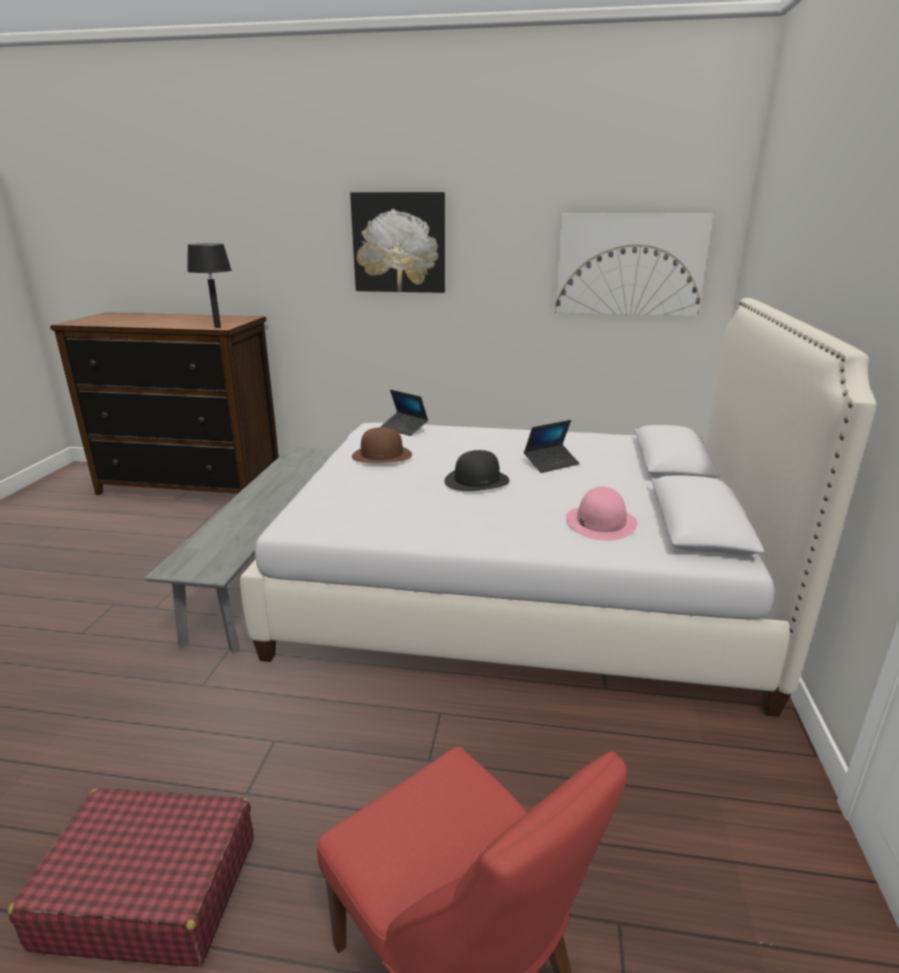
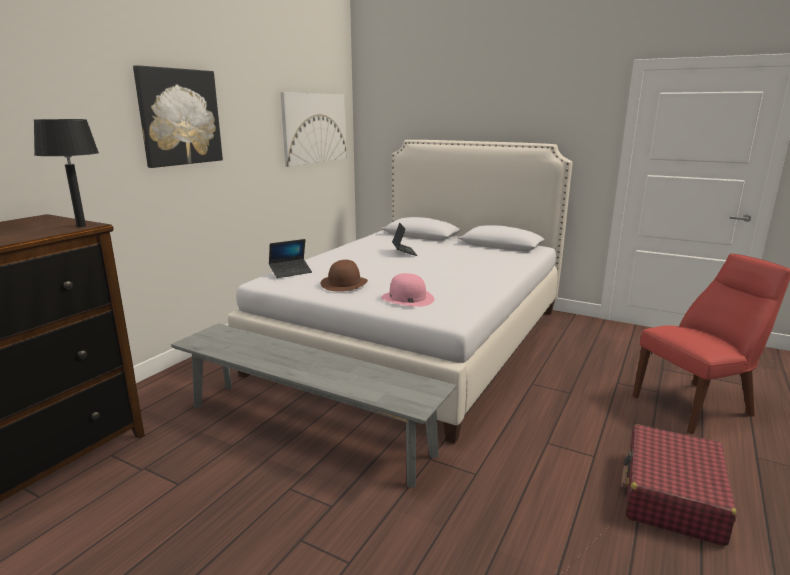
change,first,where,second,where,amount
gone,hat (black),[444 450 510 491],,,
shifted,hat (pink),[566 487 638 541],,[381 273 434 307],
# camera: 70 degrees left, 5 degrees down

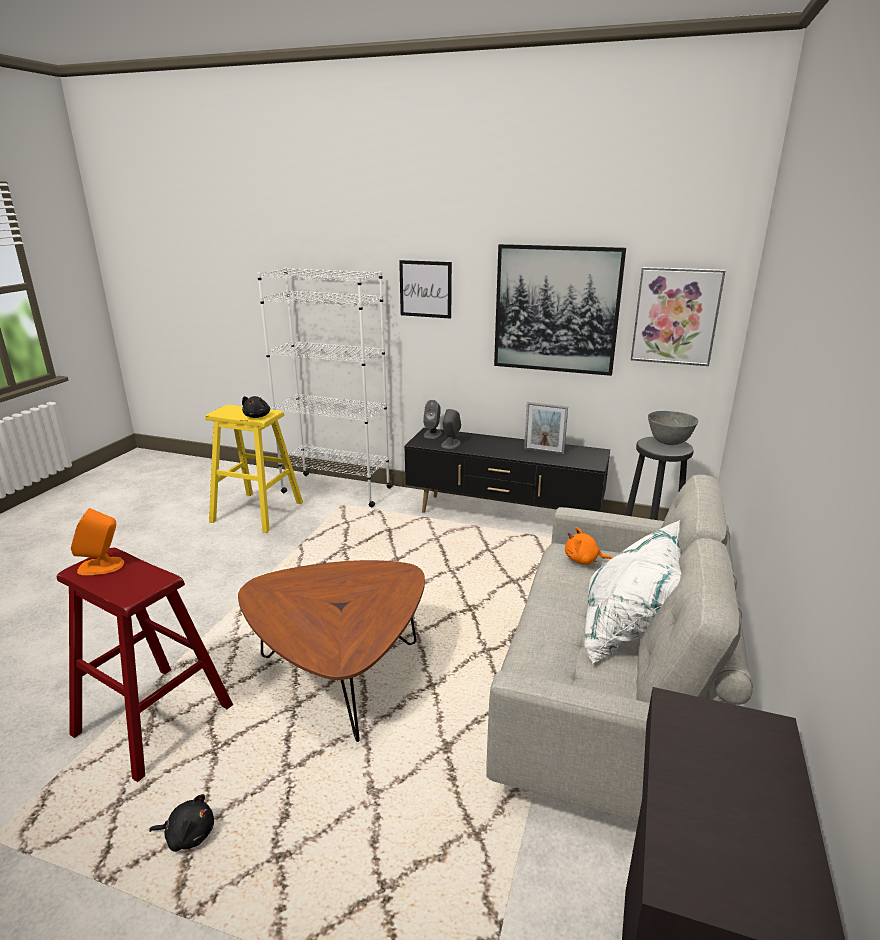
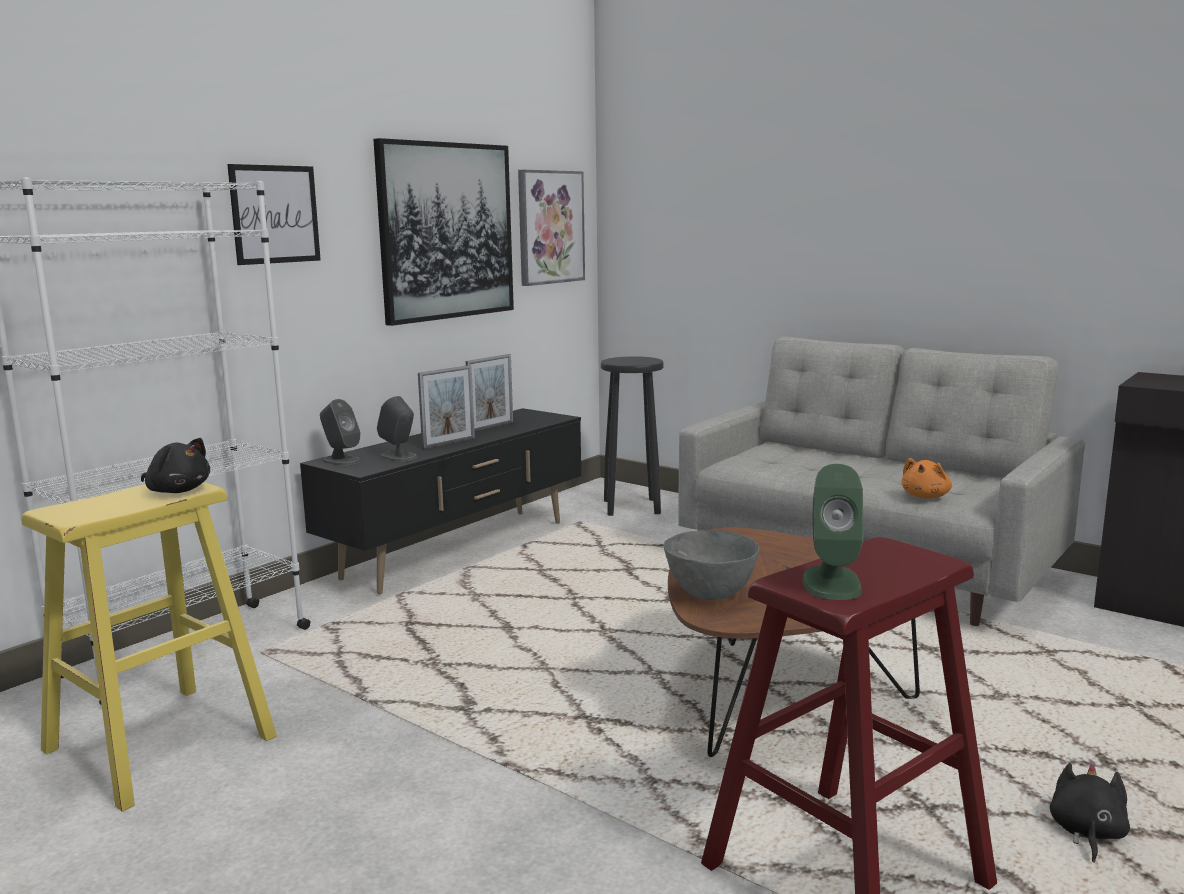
change,first,where,second,where,amount
repainted,speaker (orange),[71 508 124 575],speaker (green),[802 464 863 600],
shifted,plush toy (orange),[565 527 612 565],,[902 458 952 498],
gone,pillow (white),[584 520 681 663],,,
shifted,bowl (grey),[648 411 698 445],,[664 530 759 600],
new,,,picture frame,[418 365 475 449],
# camera: 70 degrees left, 10 degrees down

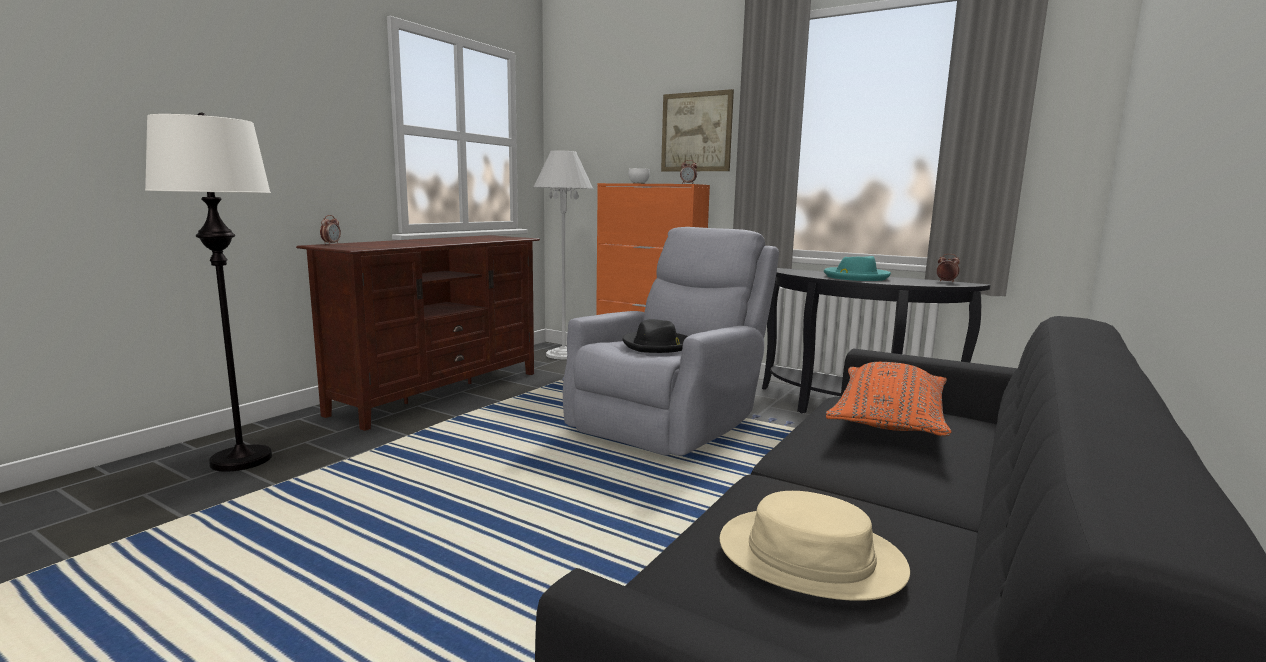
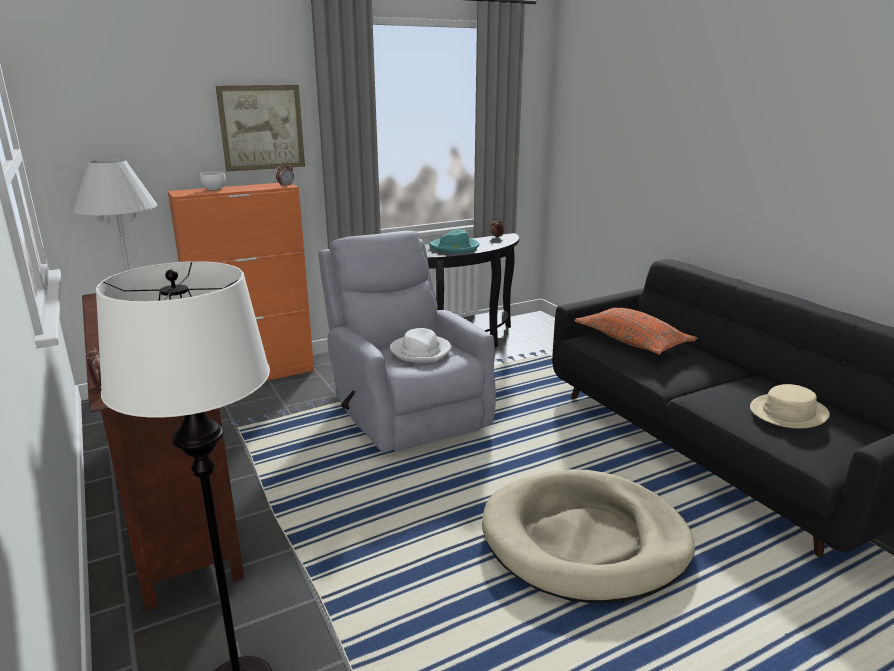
change,first,where,second,where,amount
repainted,hat (black),[623 319 688 353],hat (white),[390 328 451 363],
new,,,dog bed (beige),[482 469 695 603],
# camera: 60 degrees left, 10 degrees up

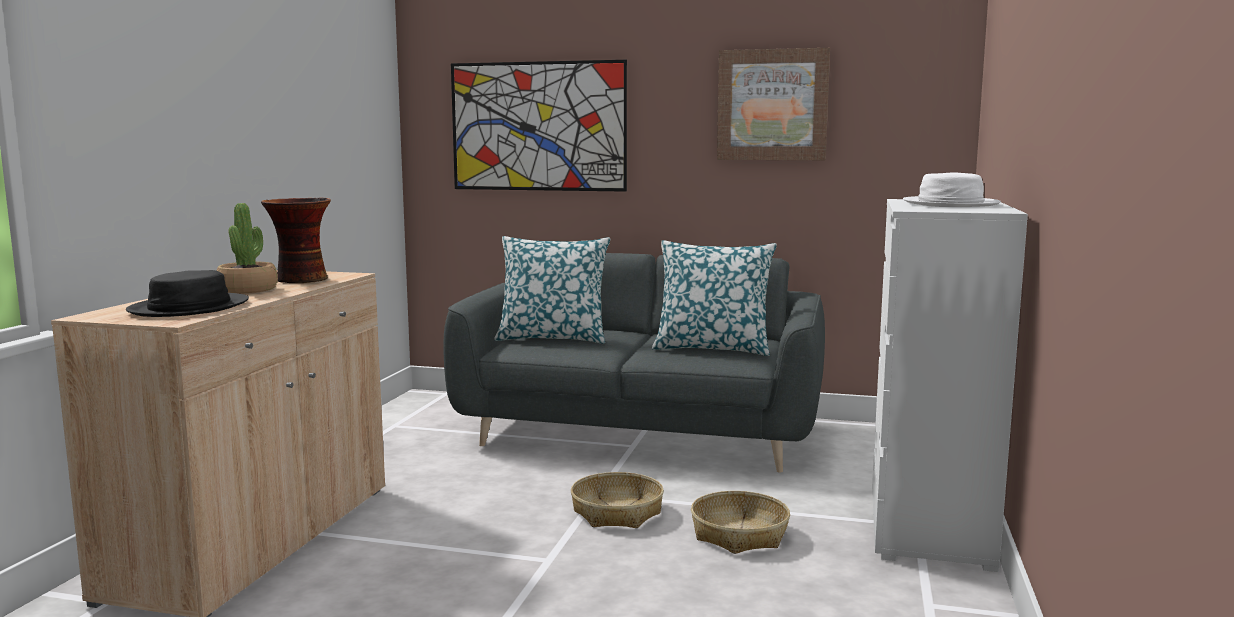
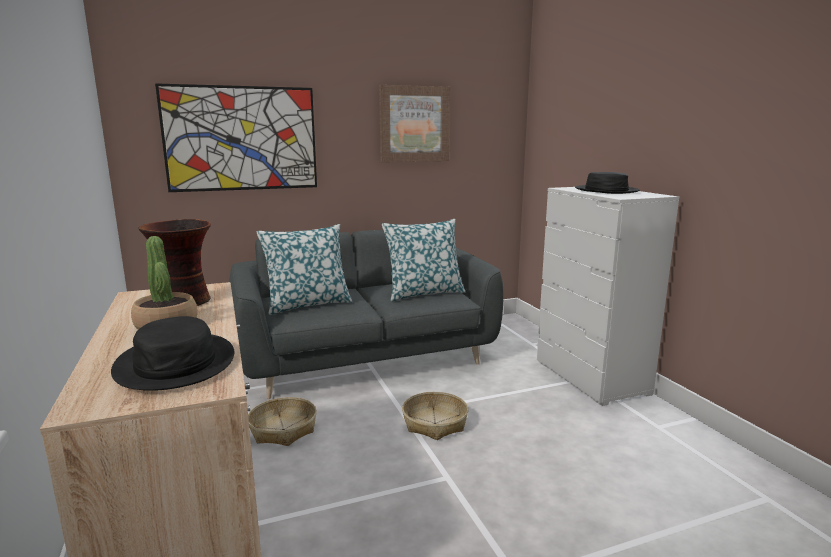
change,first,where,second,where,amount
shifted,basket,[691 491 790 554],,[248 397 317 446],
repainted,hat (white),[903 173 1001 207],hat (black),[575 172 640 194],
# camera: 35 degrees left, 5 degrees up

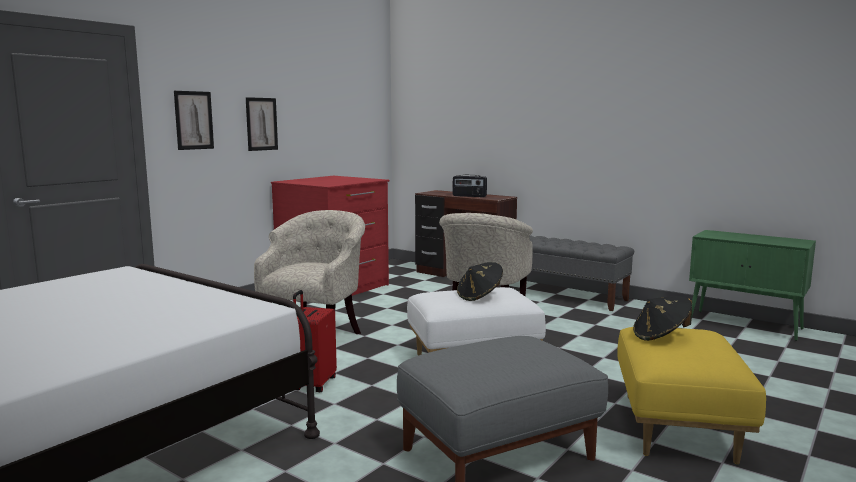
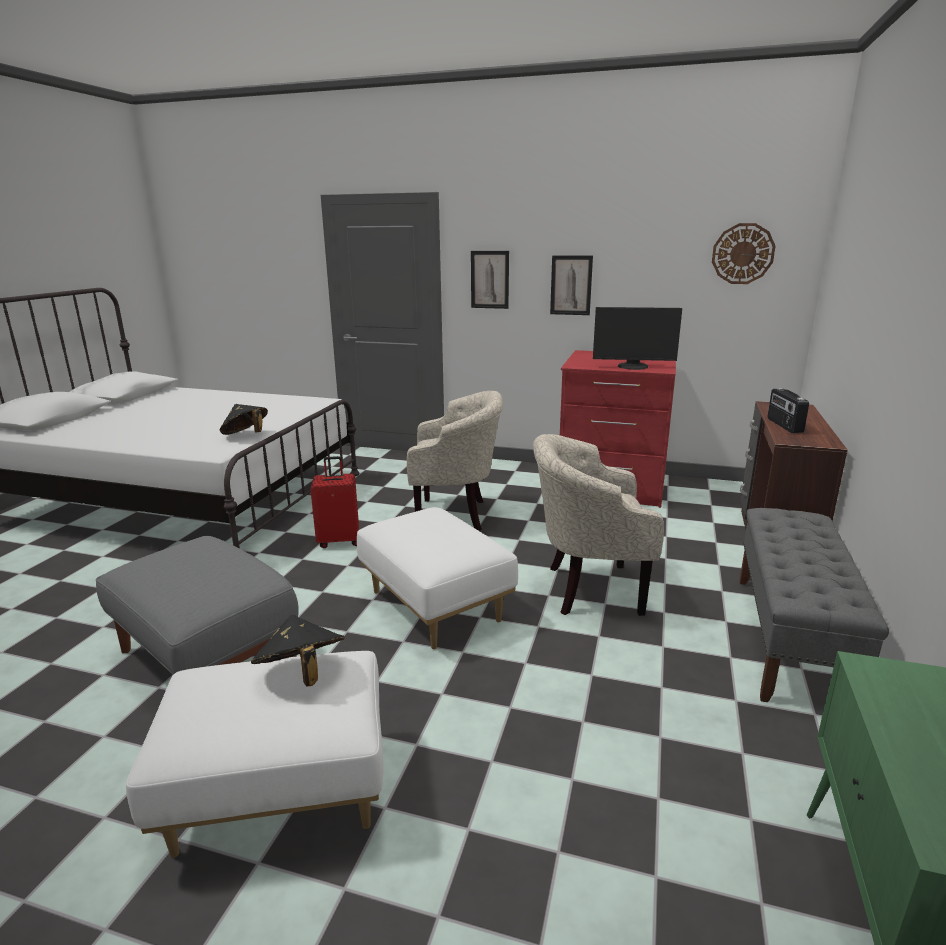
change,first,where,second,where,amount
shifted,hat (black),[457 262 503 301],,[220 404 268 435],
repainted,ottoman (yellow),[617 327 766 464],ottoman (white),[126 651 383 858],
new,,,monitor,[593 307 682 370],
new,,,wall clock,[712 223 776 284],
# camera: 70 degrees right, 10 degrees up

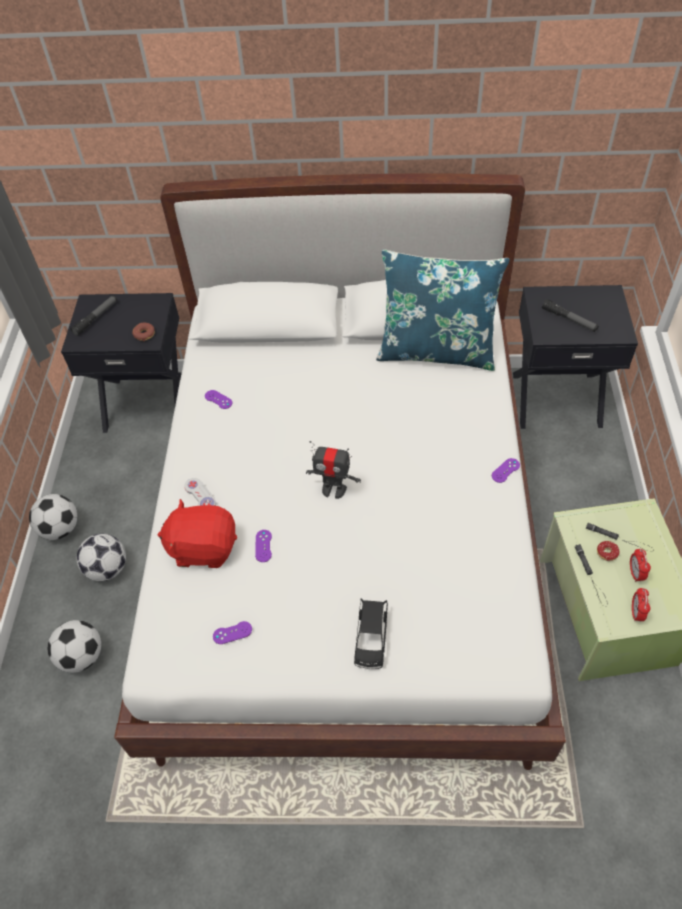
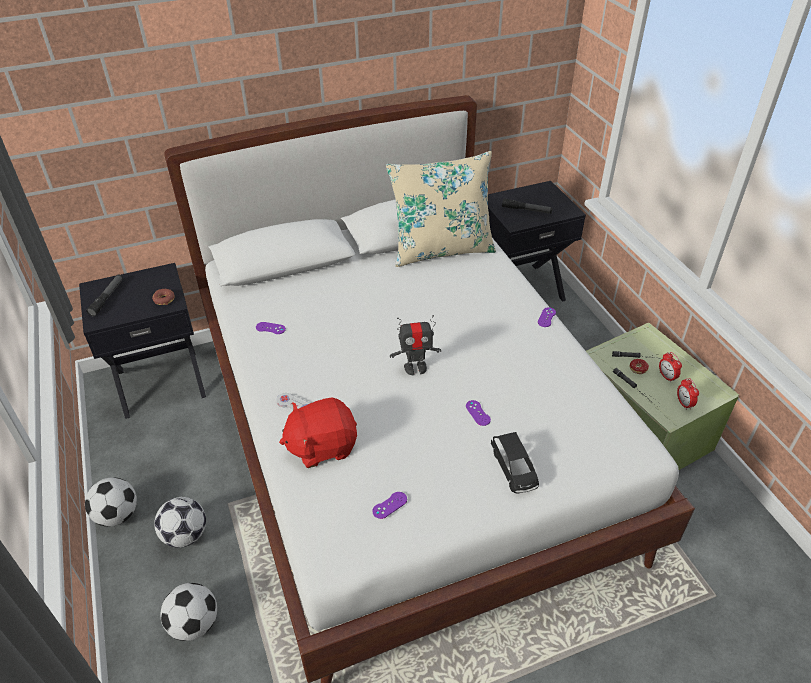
change,first,where,second,where,amount
shifted,game controller (purple),[255 530 272 562],,[466 400 491 426],
repainted,pillow (blue),[376 249 510 371],pillow (beige),[386 151 496 267],
# camera: 25 degrees left, 10 degrees down

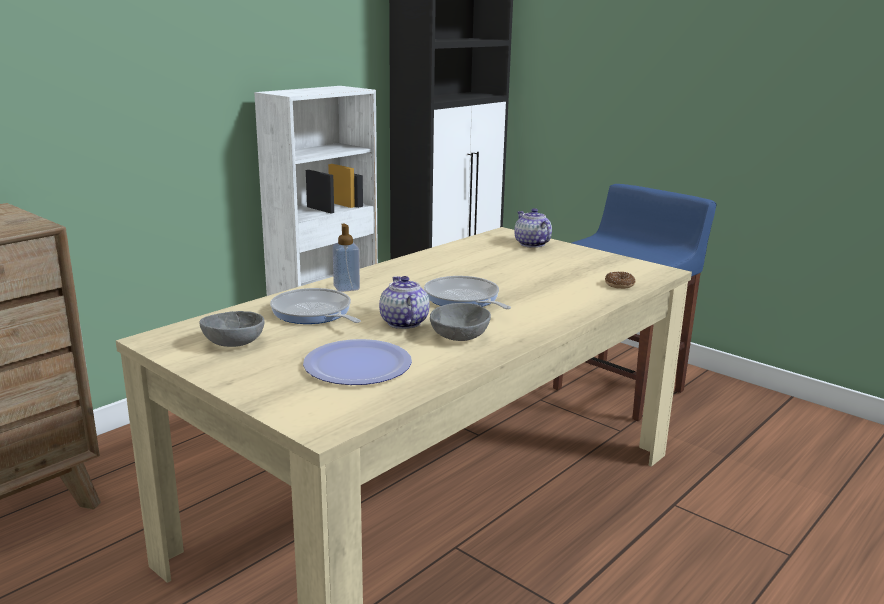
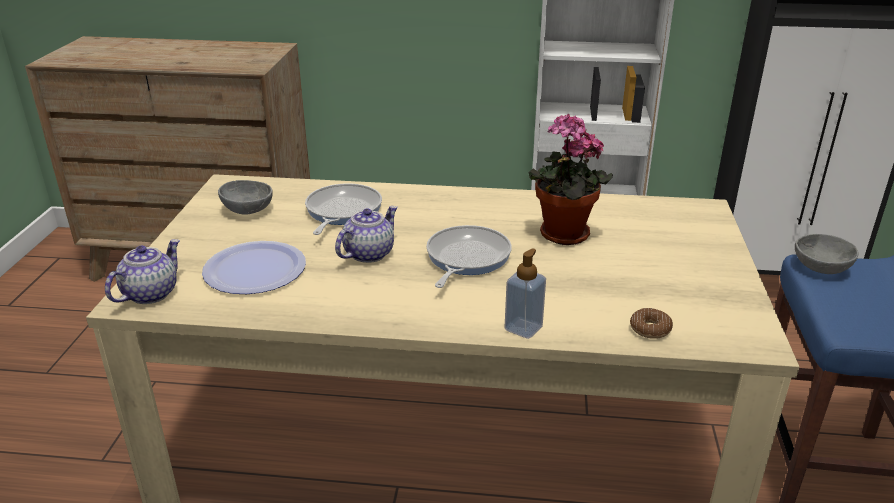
change,first,where,second,where,amount
shifted,soap dispenser,[332 224 360 292],,[504 248 546 339],
shifted,bowl (grey),[430 303 491 341],,[795 234 858 274],
shifted,teapot,[514 208 552 248],,[105 239 180 304],
new,,,potted plant,[529 114 613 245],
# camera: 55 degrees right, 10 degrees up

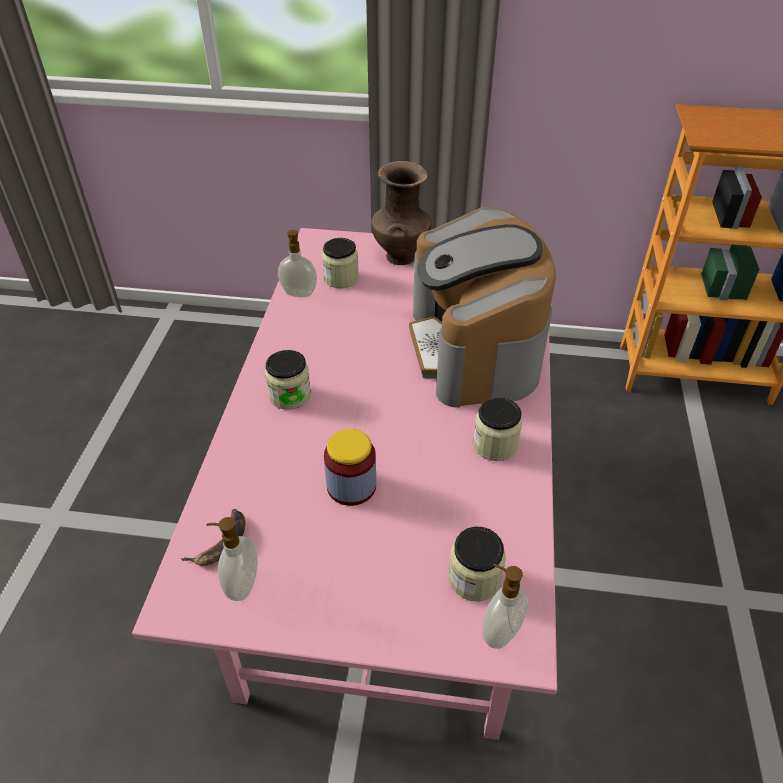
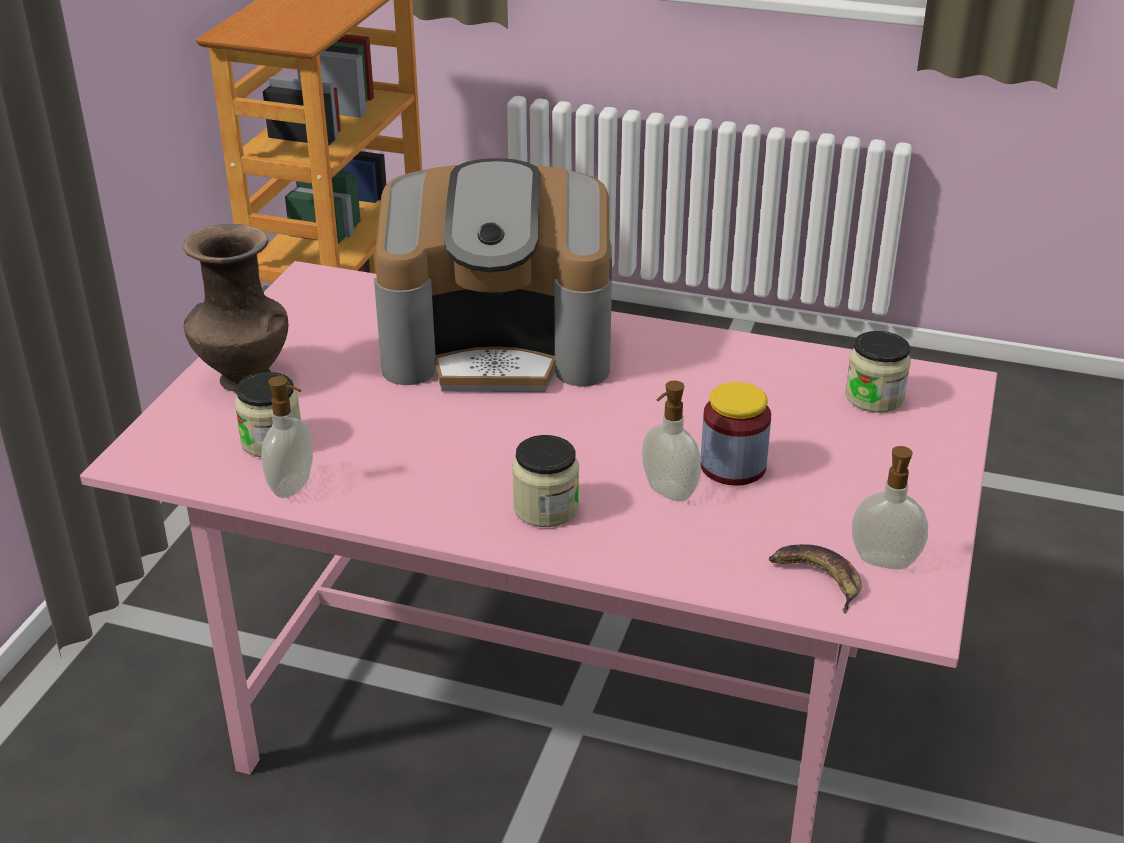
change,first,where,second,where,amount
gone,jar,[473 397 522 461],,,
shifted,soap dispenser,[482 564 528 649],,[642 381 701 502],
# camera: 80 degrees left, 10 degrees down

